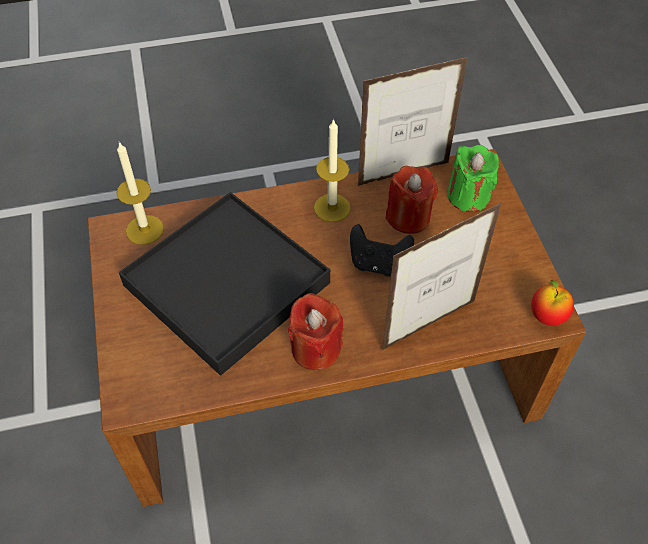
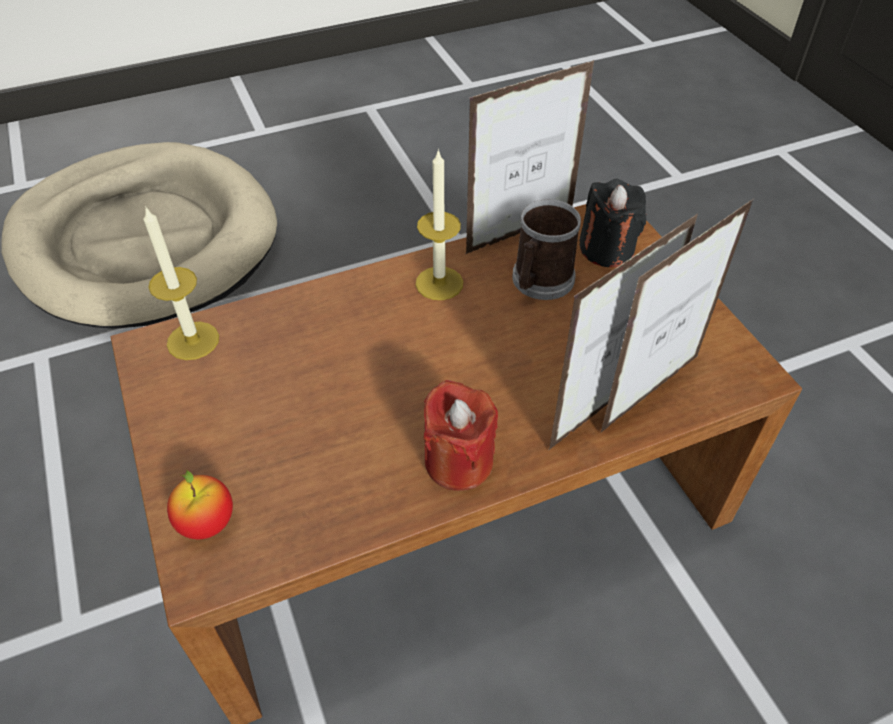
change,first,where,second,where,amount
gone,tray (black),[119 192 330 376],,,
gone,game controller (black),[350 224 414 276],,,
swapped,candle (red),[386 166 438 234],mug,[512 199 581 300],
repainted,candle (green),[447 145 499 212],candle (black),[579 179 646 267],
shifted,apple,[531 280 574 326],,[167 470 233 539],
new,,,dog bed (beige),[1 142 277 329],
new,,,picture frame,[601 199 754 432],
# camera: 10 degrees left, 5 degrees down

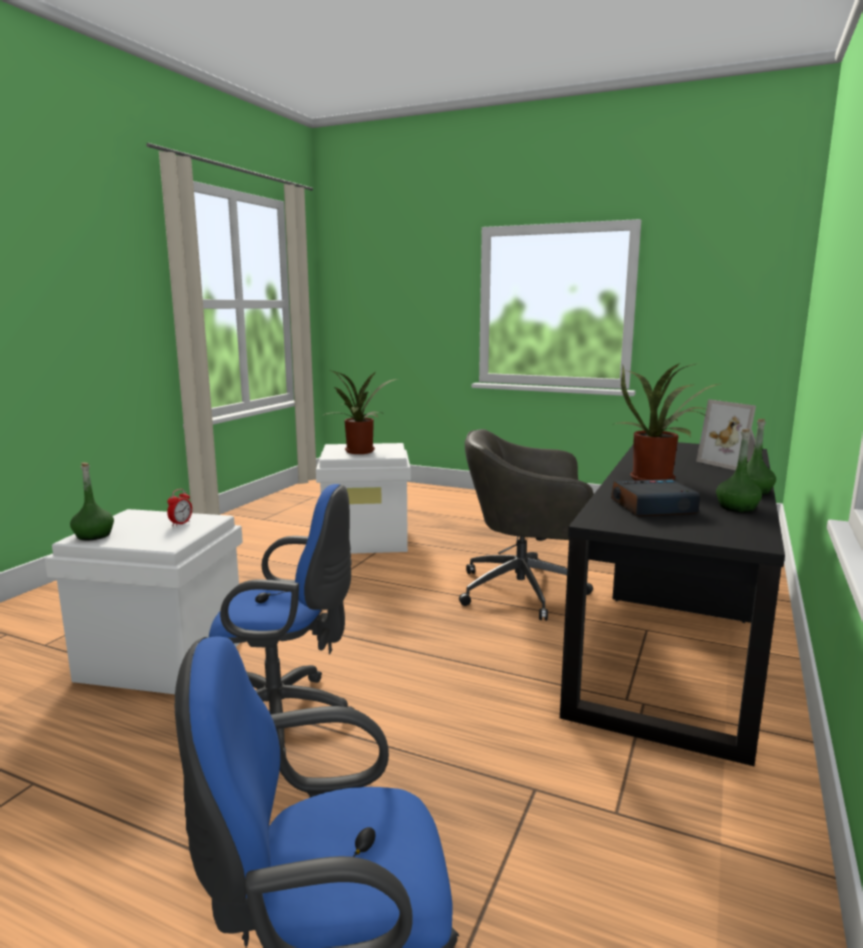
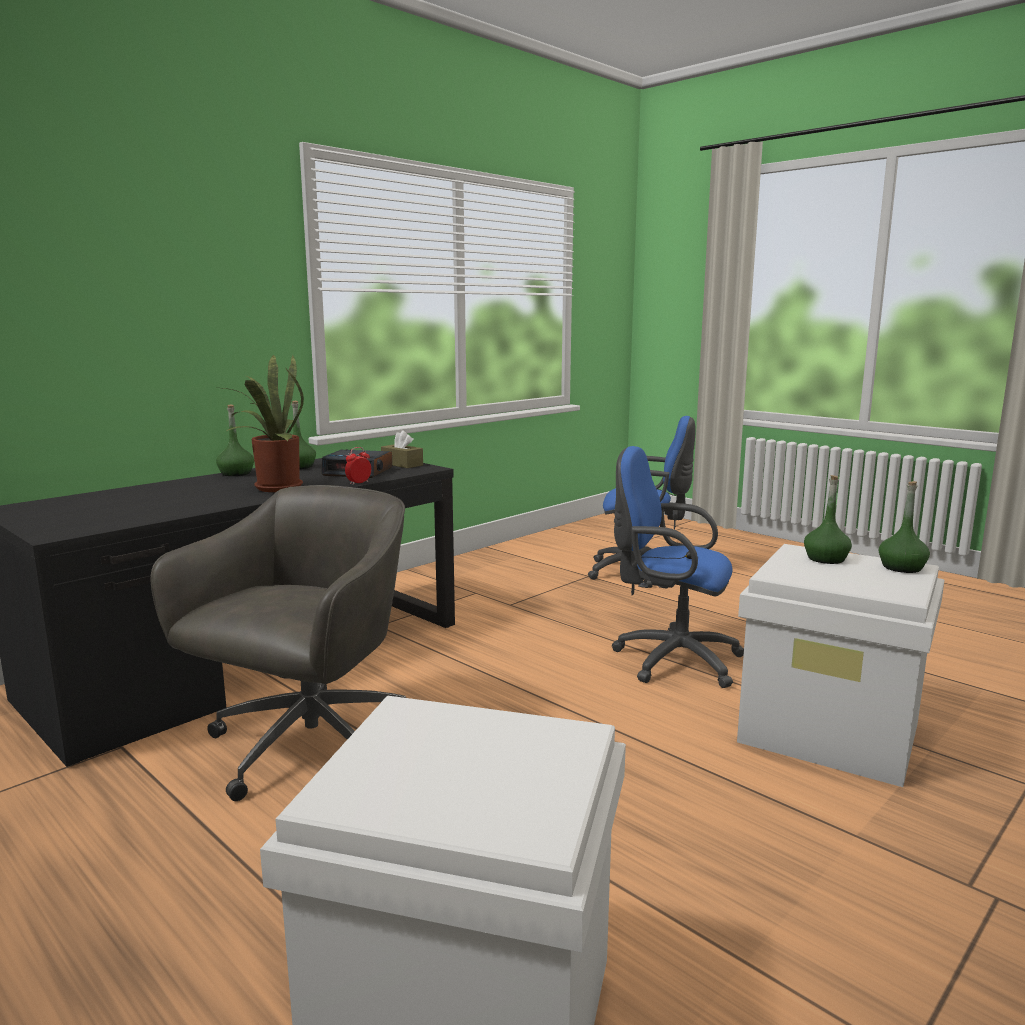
change,first,where,second,where,amount
shifted,alarm clock,[167 489 192 527],,[345 447 371 485],
gone,potted plant,[324 370 397 454],,,
rotated,office chair (grey),[459 429 594 621],,[151 485 406 801],90 degrees counterclockwise
gone,picture frame,[696 399 756 470],,,
new,,,tissue box (brown),[381 430 423 468],
new,,,bottle (green),[804 475 852 564],
# camera: 160 degrees left, 0 degrees up

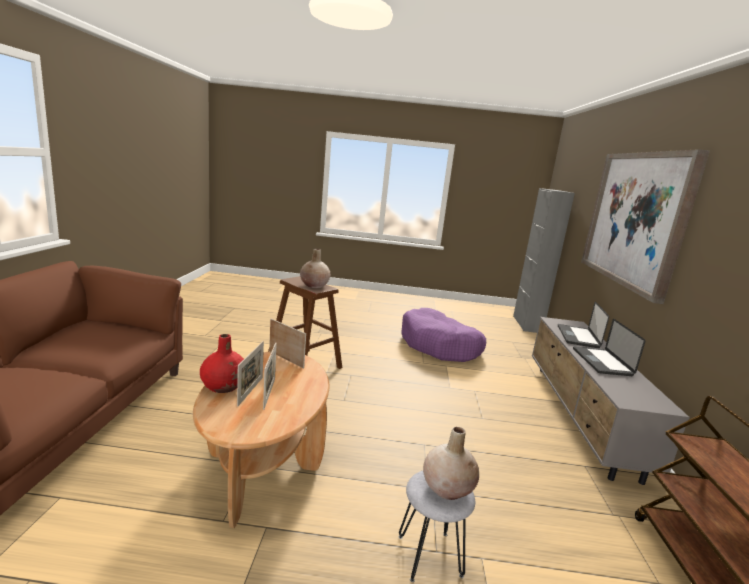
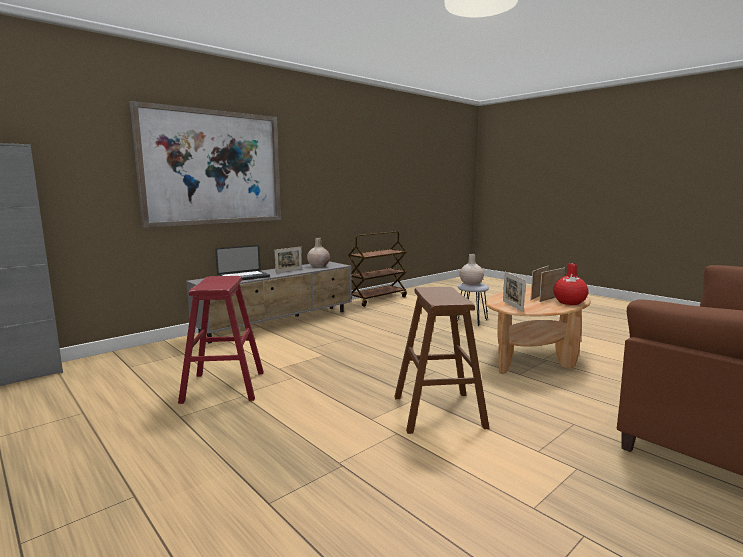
change,first,where,second,where,amount
shifted,vase (beige),[300 249 330 288],,[307 238 330 267],
swapped,dog bed (purple),[401 308 486 362],stool (red),[178 276 264 404],
swapped,laptop,[573 319 645 376],picture frame,[275 247 302 273],
# camera: 135 degrees left, 5 degrees down

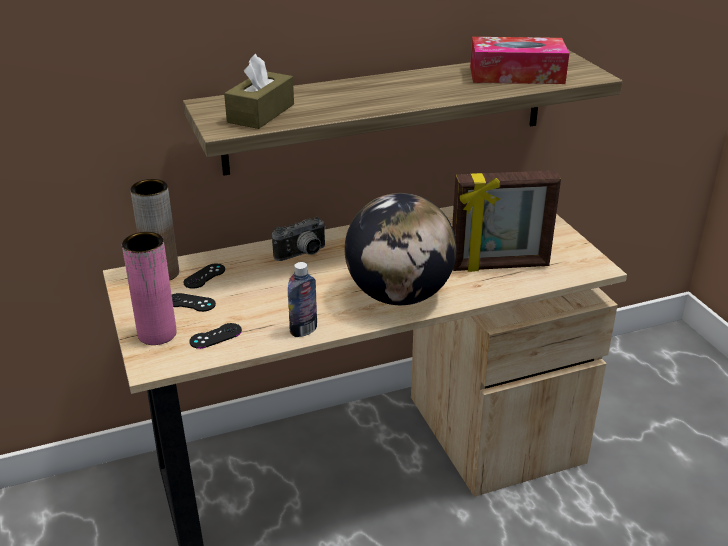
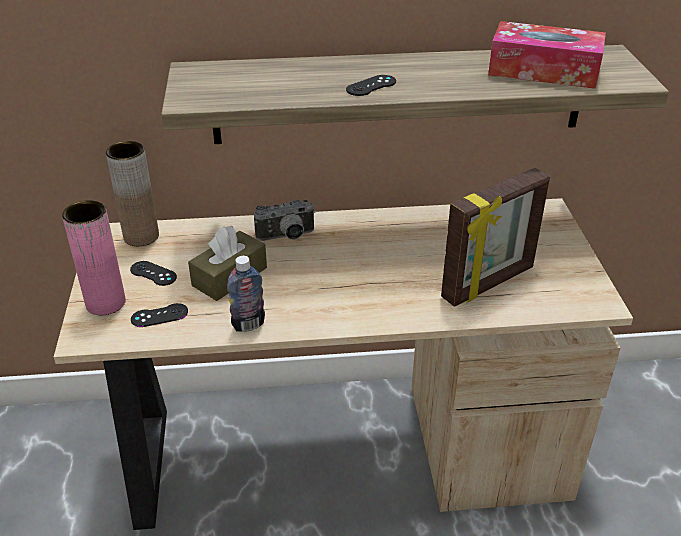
change,first,where,second,where,amount
shifted,game controller (black),[183 264 225 289],,[346 75 396 96],
shifted,tissue box (brown),[224 54 294 129],,[188 226 267 301],
gone,globe,[345 193 457 305],,,
rotated,picture frame,[452 170 561 272],,[441 168 550 307],45 degrees counterclockwise
# camera: 15 degrees right, 5 degrees up

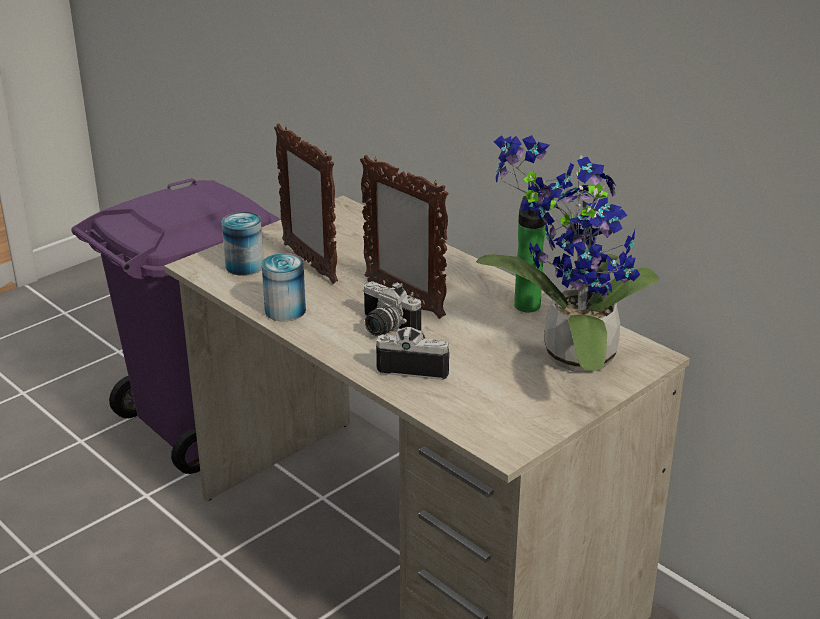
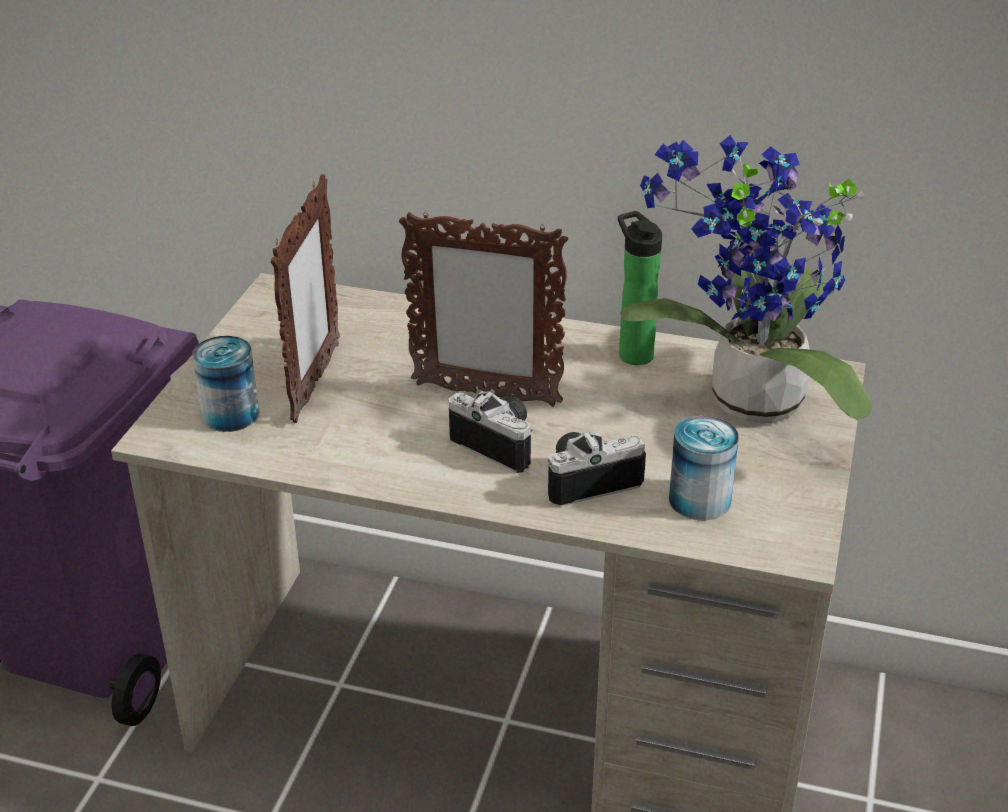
change,first,where,second,where,amount
shifted,can,[262 253 306 321],,[669 416 739 520],
rotated,picture frame,[274 123 338 284],,[271 174 340 423],105 degrees counterclockwise
rotated,photo camera,[363 282 421 336],,[449 391 533 473],150 degrees counterclockwise
# camera: 30 degrees left, 5 degrees up

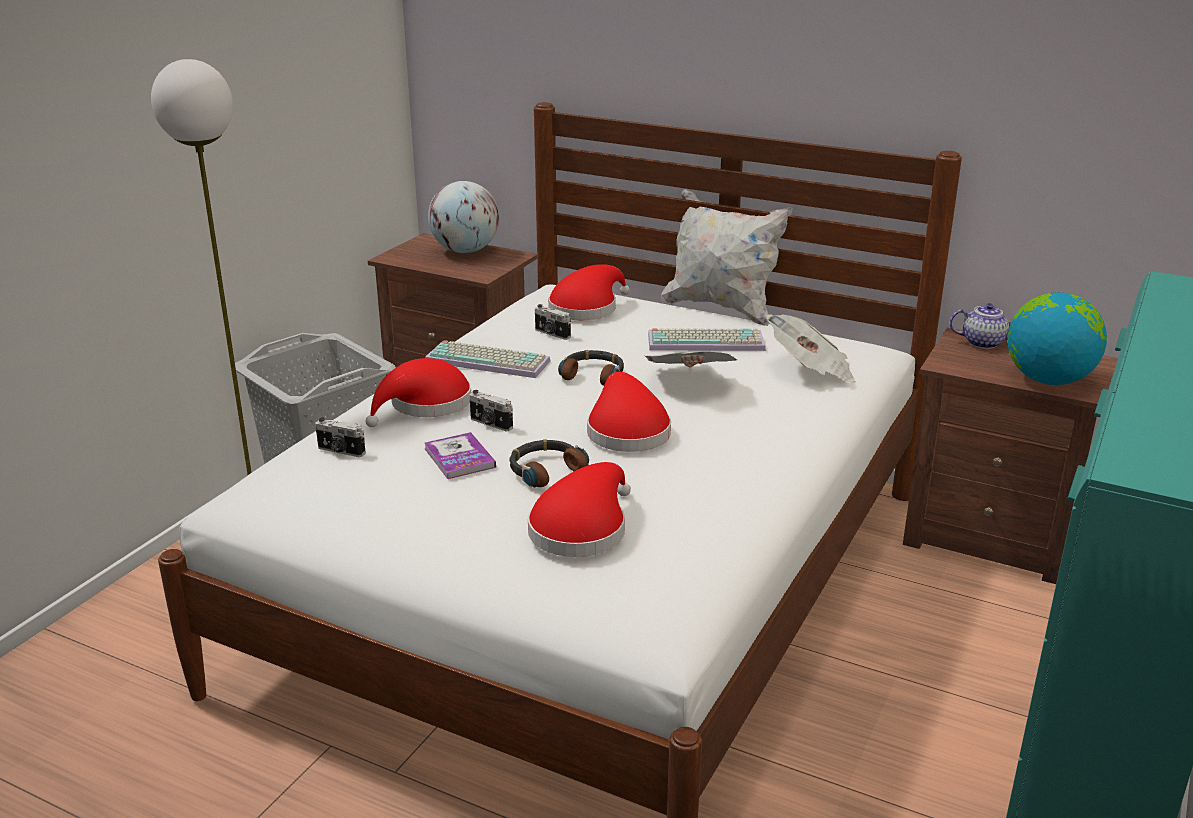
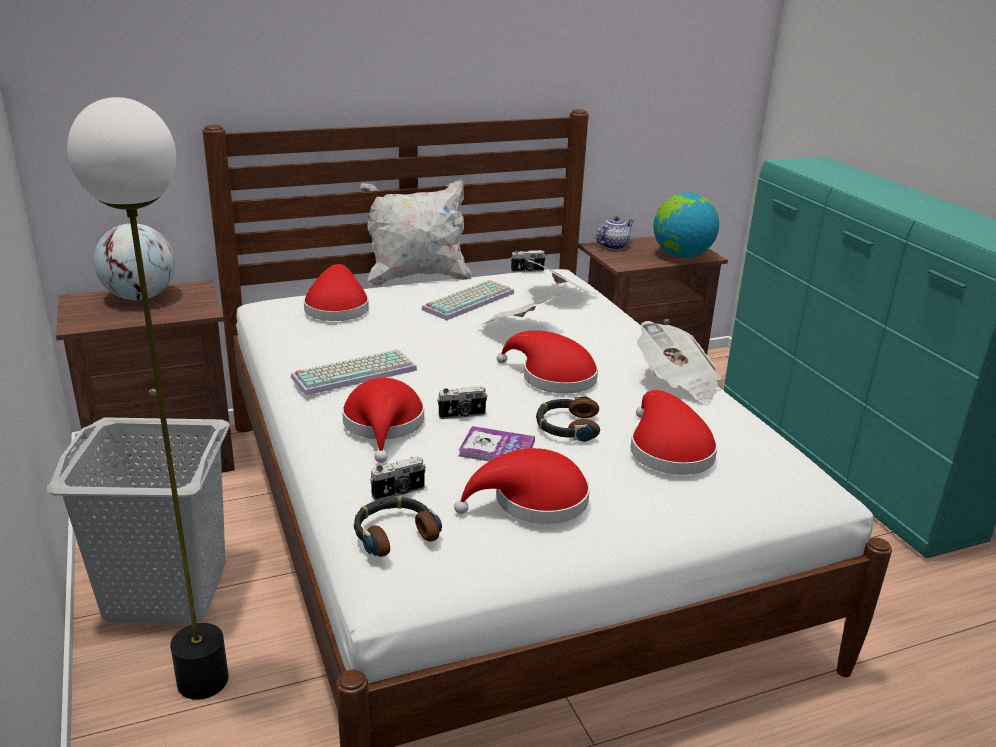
change,first,where,second,where,amount
shifted,photo camera,[535 304 571 340],,[511 250 546 273],
shifted,headphones,[558 350 624 386],,[354 496 442 557],
new,,,hat (red),[454 448 590 524],
new,,,newspaper,[637 321 722 403],
# camera: 50 degrees left, 0 degrees up

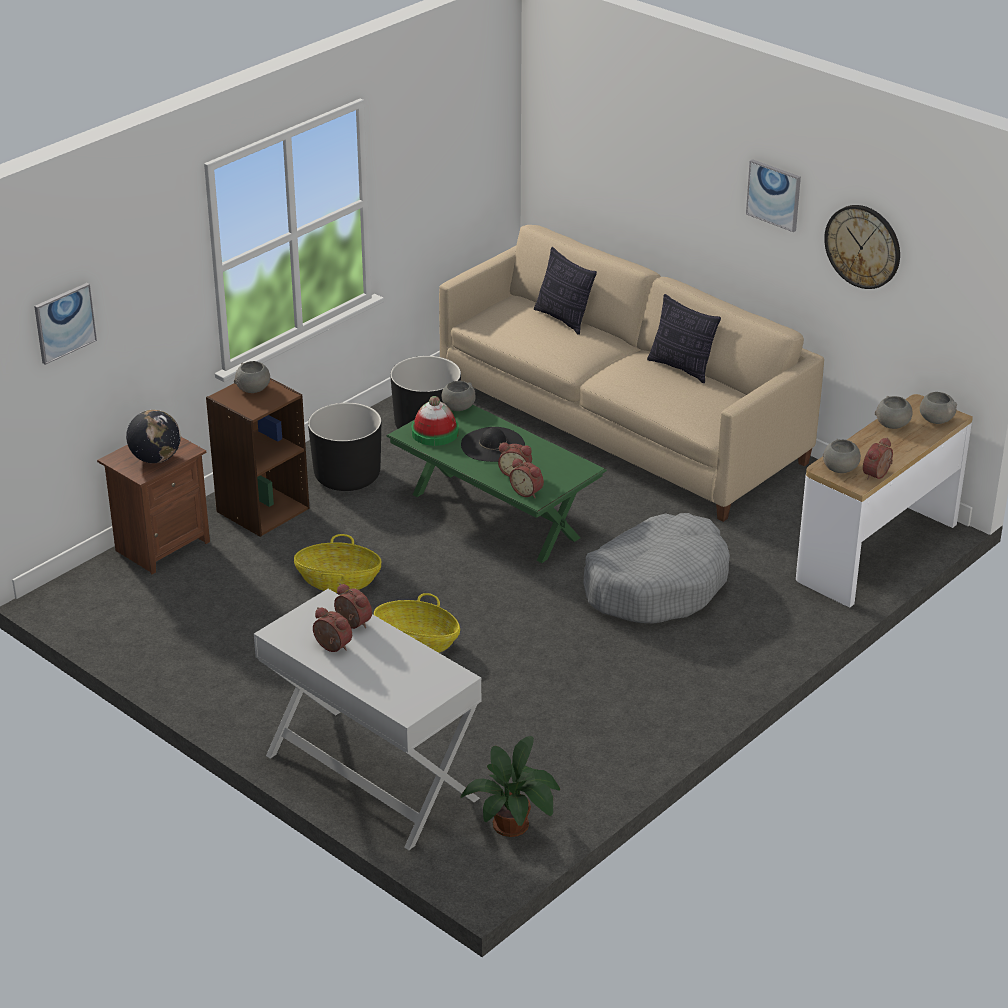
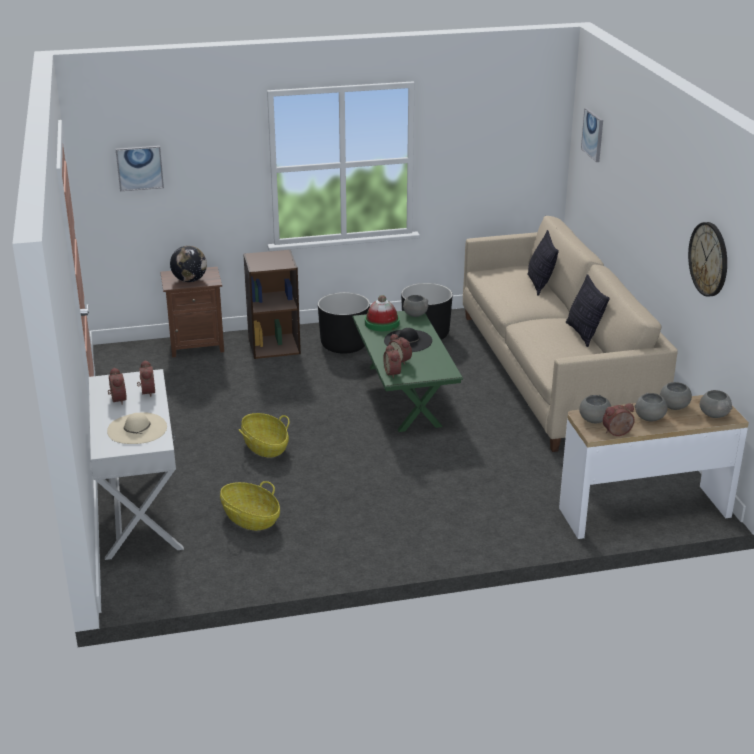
change,first,where,second,where,amount
shifted,bowl (grey),[234 361 270 393],,[635 393 667 422],
shifted,basket,[294 534 382 593],,[220 481 280 530],
gone,potted plant,[460 736 560 837],,,
gone,dog bed (grey),[583 513 730 623],,,
shifted,picture,[746 159 801 232],,[581 108 603 162],
new,,,hat (beige),[107 412 167 444],
# camera: 35 degrees right, 5 degrees down

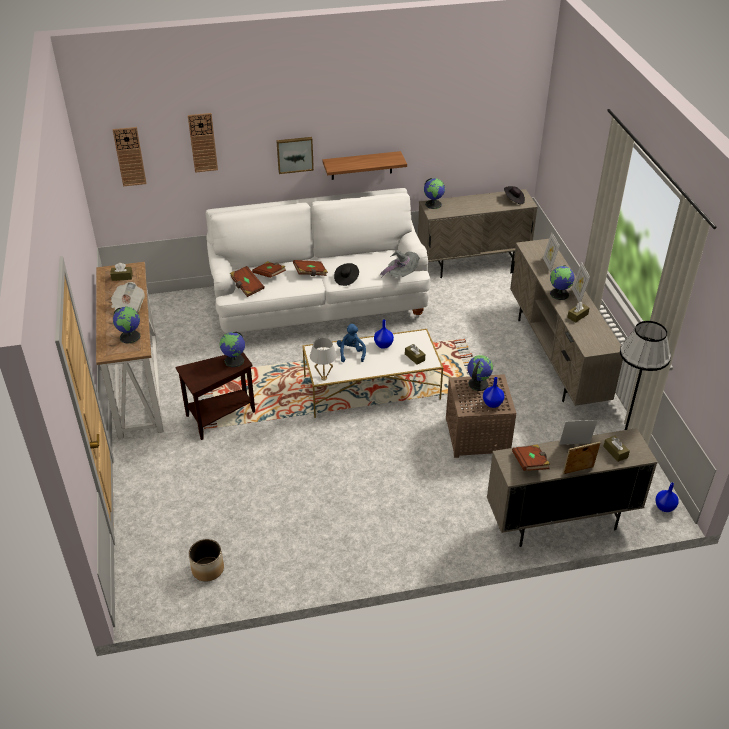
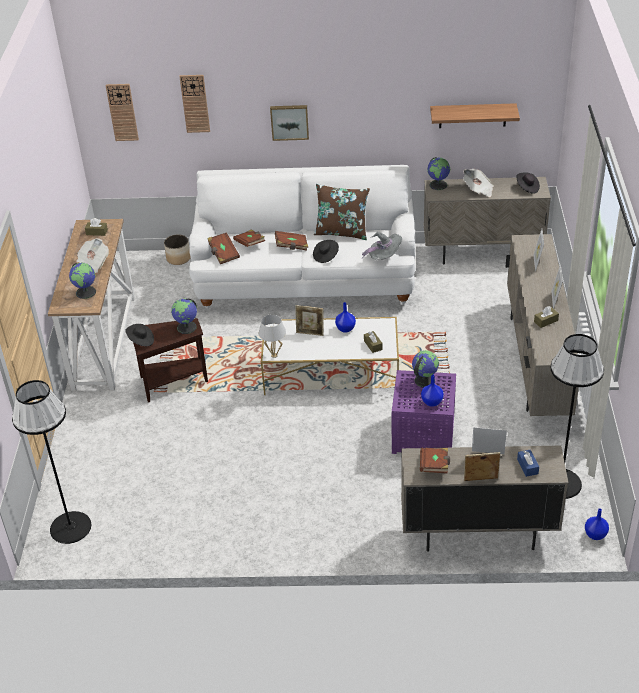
change,first,where,second,where,amount
shifted,planter,[189 539 224 581],,[164 234 191 265],
shifted,shelf,[322 151 407 180],,[430 103 520 128],
swapped,plush toy (blue),[337 324 366 362],picture frame,[295 305 324 336],
repainted,side table (brown),[446 374 516 458],side table (purple),[392 370 456 454],
gone,globe,[550 265 574 300],,,
repainted,tissue box (brown),[603 436 630 462],tissue box (blue),[517 450 539 477],
new,,,floor lamp (black),[12 380 91 544],
new,,,hat (black),[125 324 154 346],
new,,,pillow (brown),[314 184 370 240],
new,,,newspaper,[463 169 494 197],
# camera: 15 degrees right, 0 degrees up

